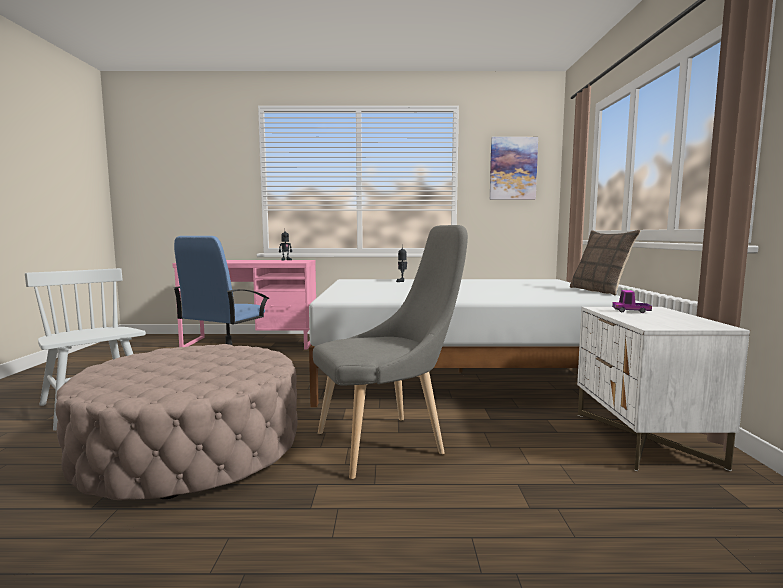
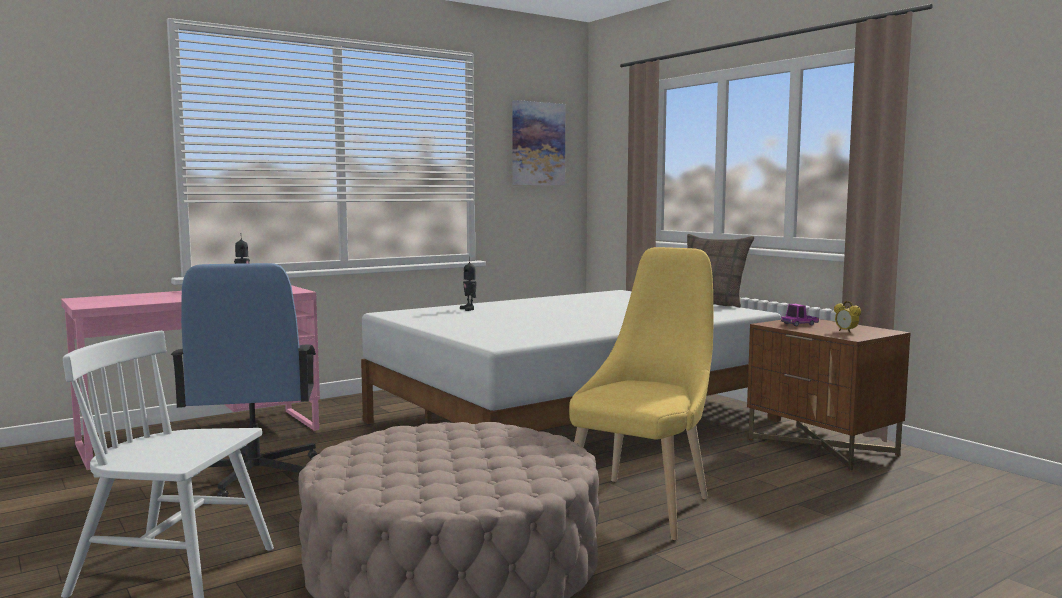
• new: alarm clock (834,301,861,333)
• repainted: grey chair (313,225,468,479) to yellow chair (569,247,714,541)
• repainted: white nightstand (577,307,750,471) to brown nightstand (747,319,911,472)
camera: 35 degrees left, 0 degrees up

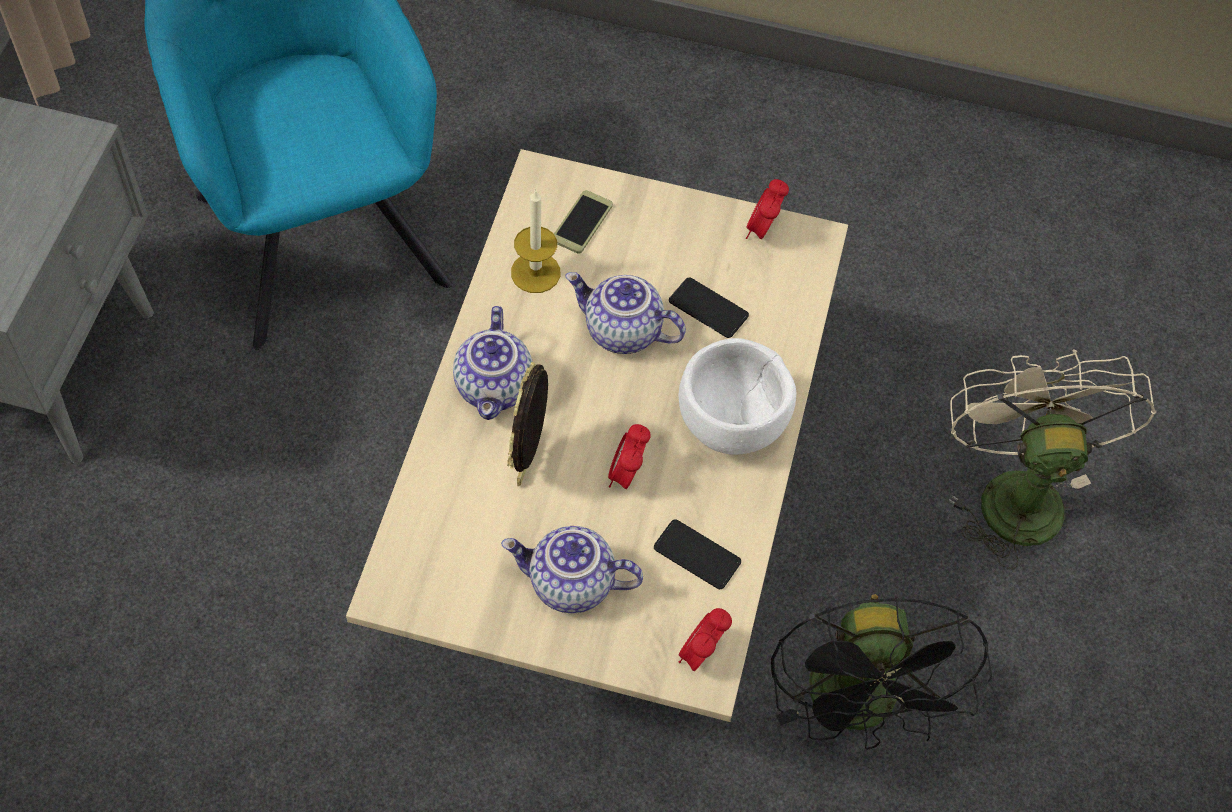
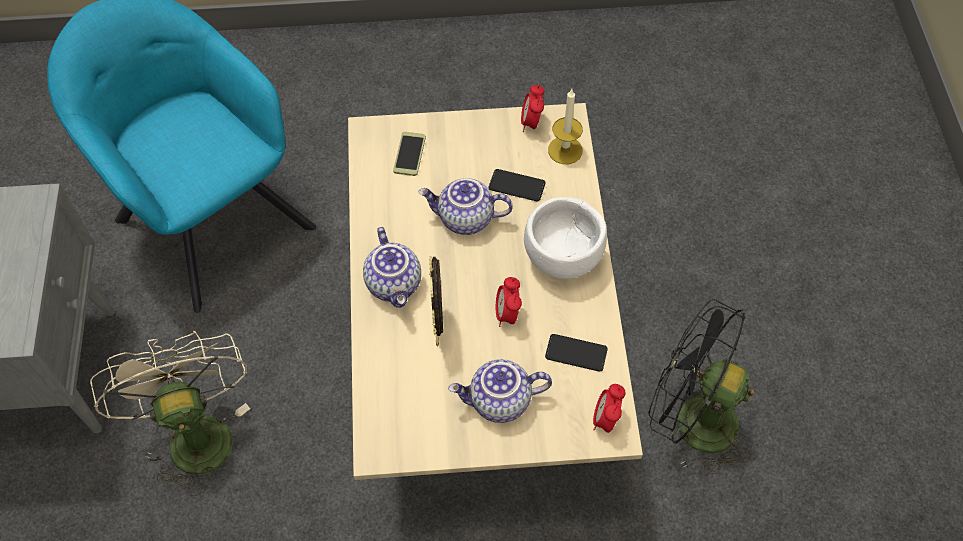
• shifted: candle (511,189,560,293) to (548,89,583,164)
• shifted: beige fan (949,349,1156,569) to (90,331,250,496)
• rotated: black fan (771,594,992,750) = (648,299,754,475) 135 degrees clockwise
camera: 15 degrees left, 0 degrees up

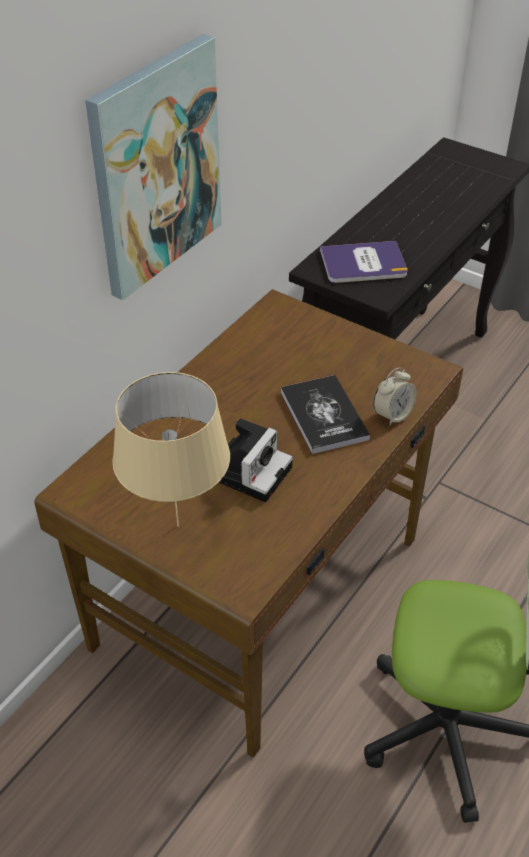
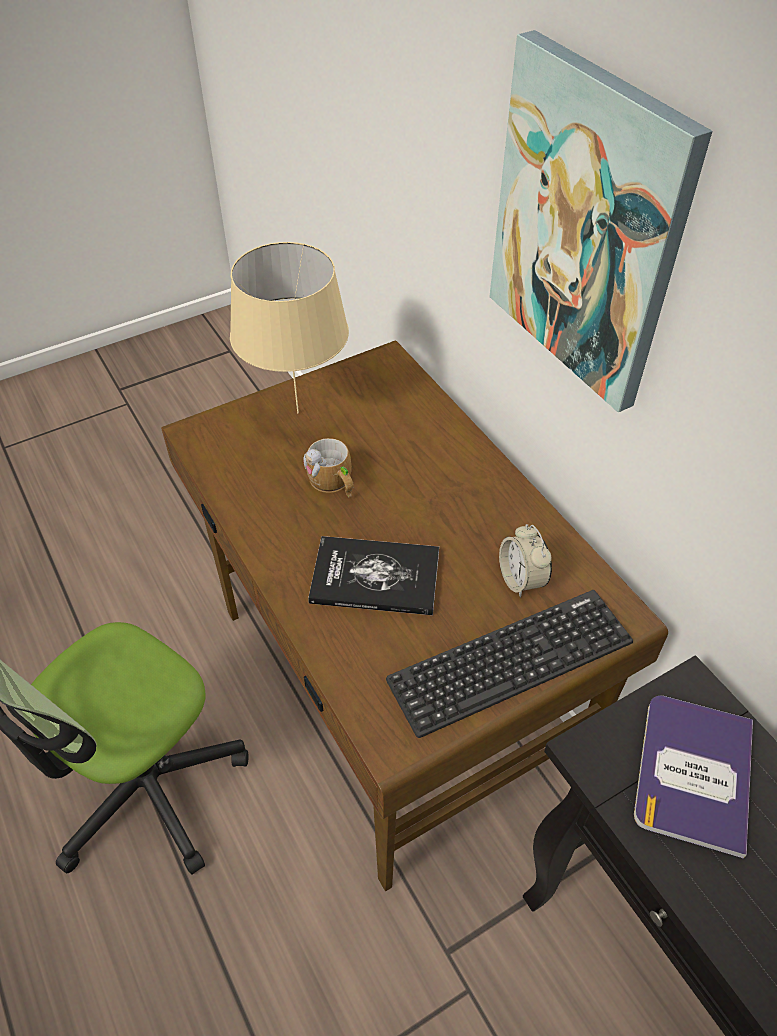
• new: keyboard (386,590,633,738)
• shifted: alarm clock (373,367,417,426) to (499,524,552,598)
• swapped: photo camera (219,418,293,502) to mug (304,438,354,497)
camera: 115 degrees right, 5 degrees up

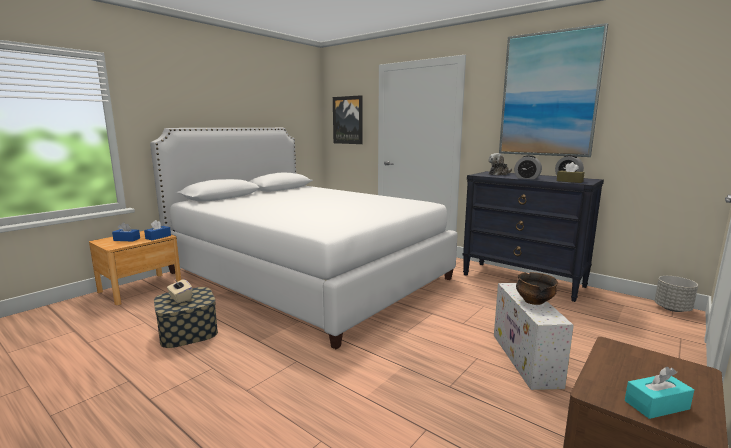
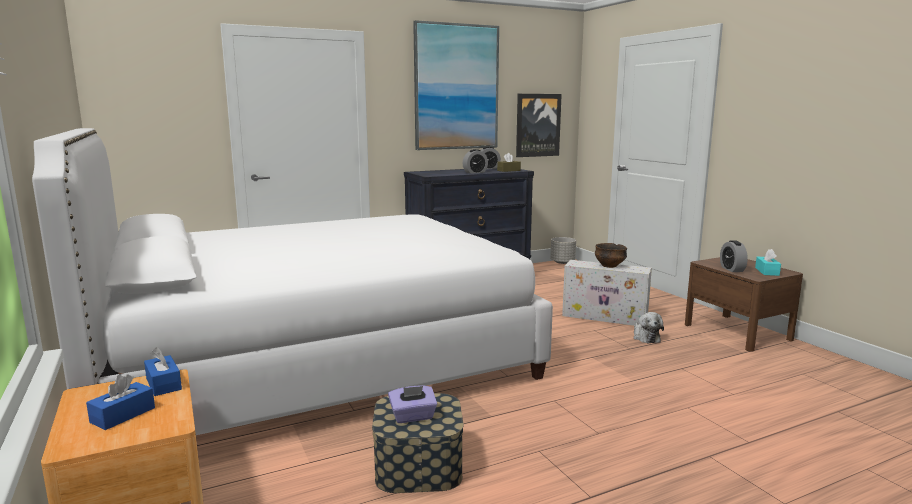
• new: alarm clock (720,240,748,272)
• shifted: picture (333,95,363,144) to (516,94,562,157)
• shifted: plush toy (488,153,512,175) to (633,312,664,343)
• repainted: beige tissue box (167,280,192,303) to purple tissue box (388,386,437,423)
camera: 65 degrees left, 0 degrees up

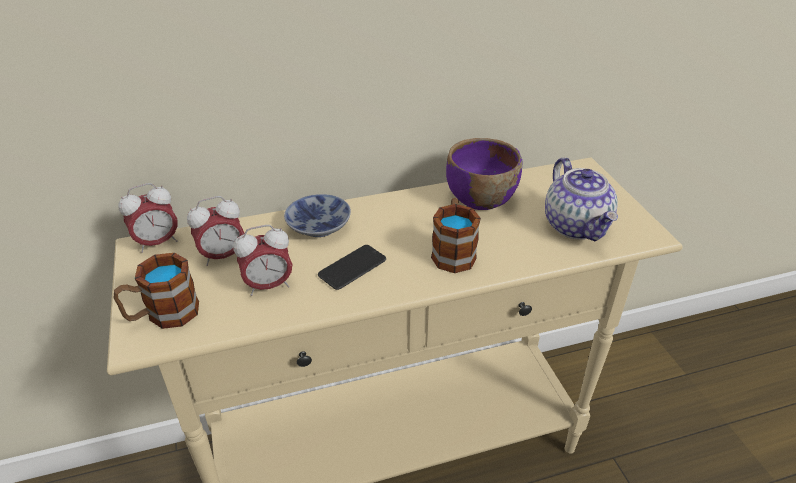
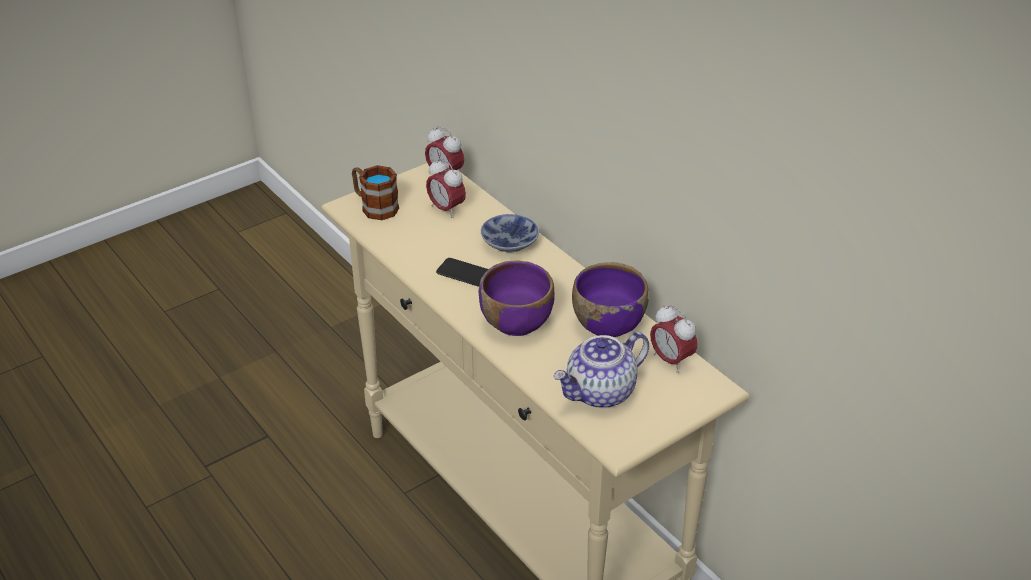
• shifted: alarm clock (233,225,292,296) to (650,305,697,373)
• swapped: mug (431,198,481,273) to purple bowl (479,260,555,336)
camera: 70 degrees right, 0 degrees up

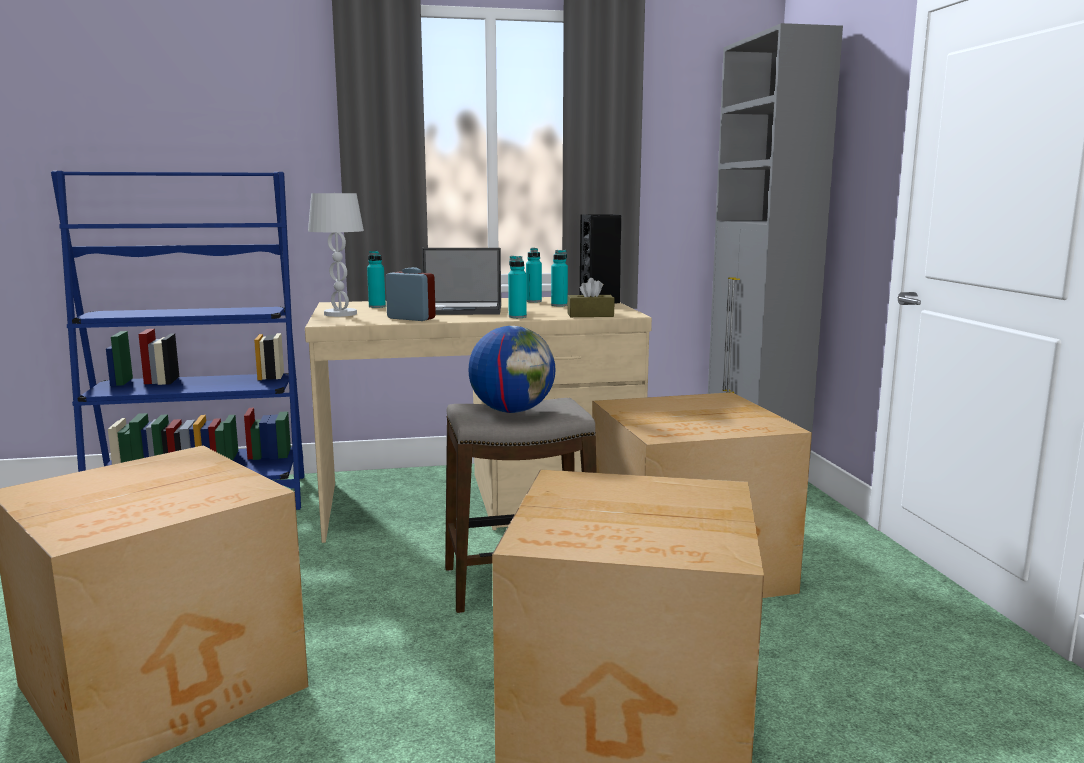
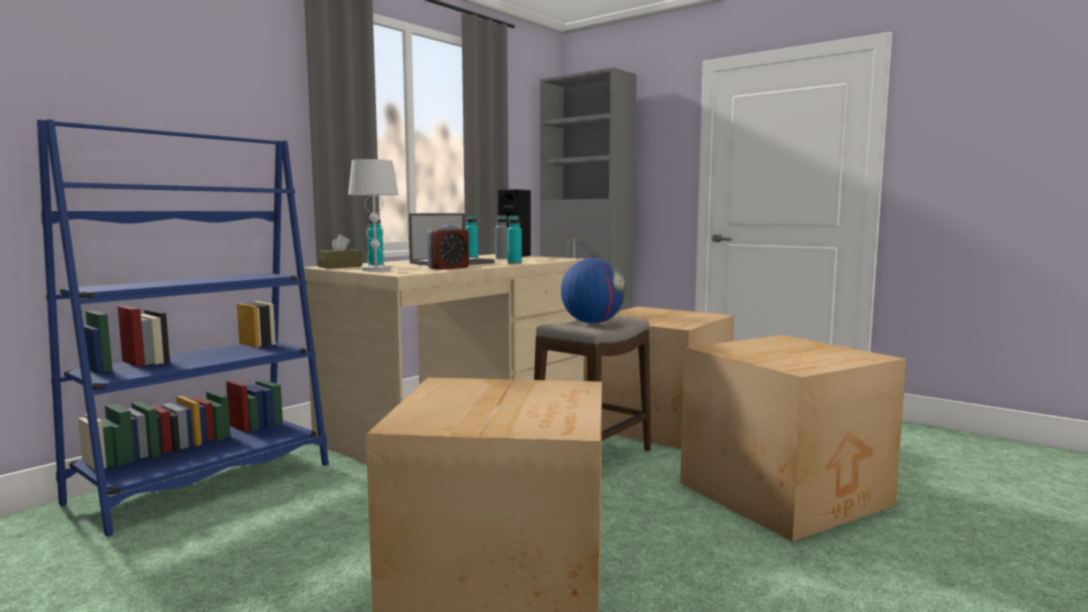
• shifted: brown tissue box (567,278,615,317) to (318,235,362,269)
• repainted: turquoise bottle (551,250,568,307) to grey bottle (495,215,508,259)
• rotated: alarm clock (385,267,436,321) = (427,225,469,270) 150 degrees clockwise
camera: 40 degrees left, 5 degrees down

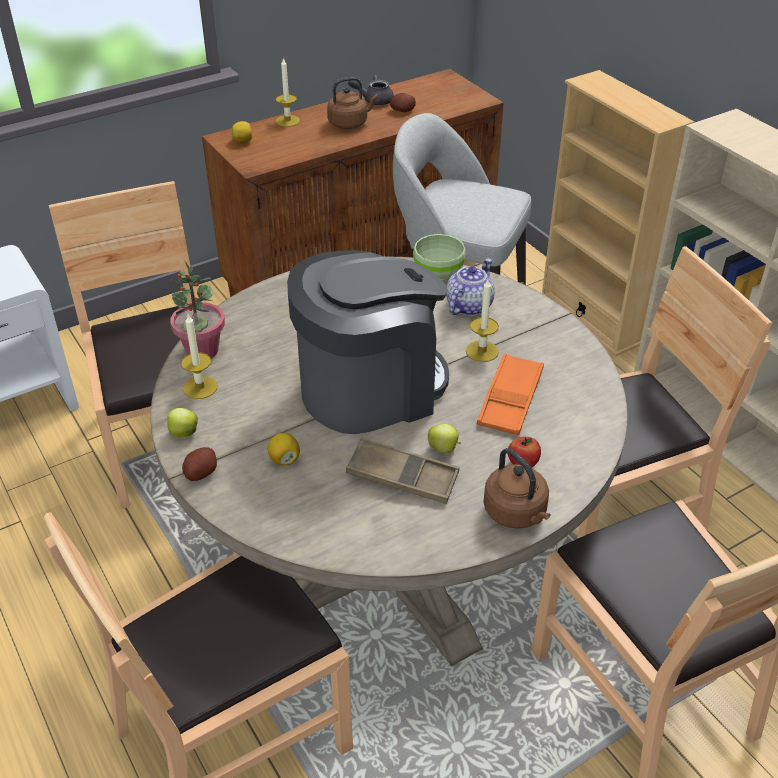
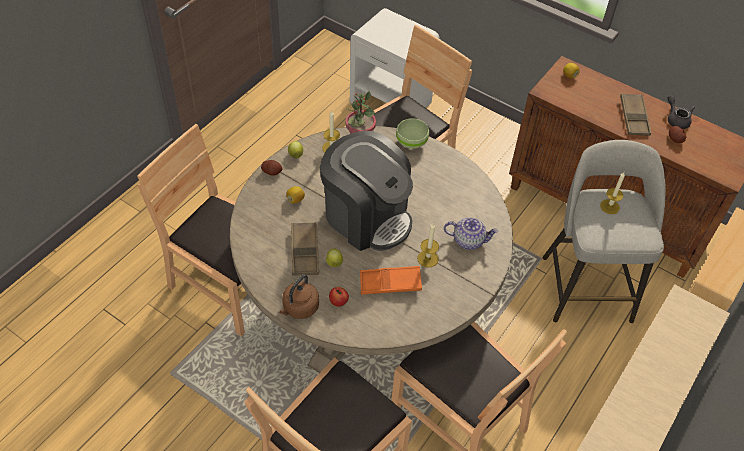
• shifted: candle (276,58,300,127) to (600,172,625,214)
• shifted: green bowl (413,234,466,280) to (396,118,429,149)
• swapped: brown kettle (327,77,378,129) to brown tray (620,93,651,136)
camera: 65 degrees right, 10 degrees up

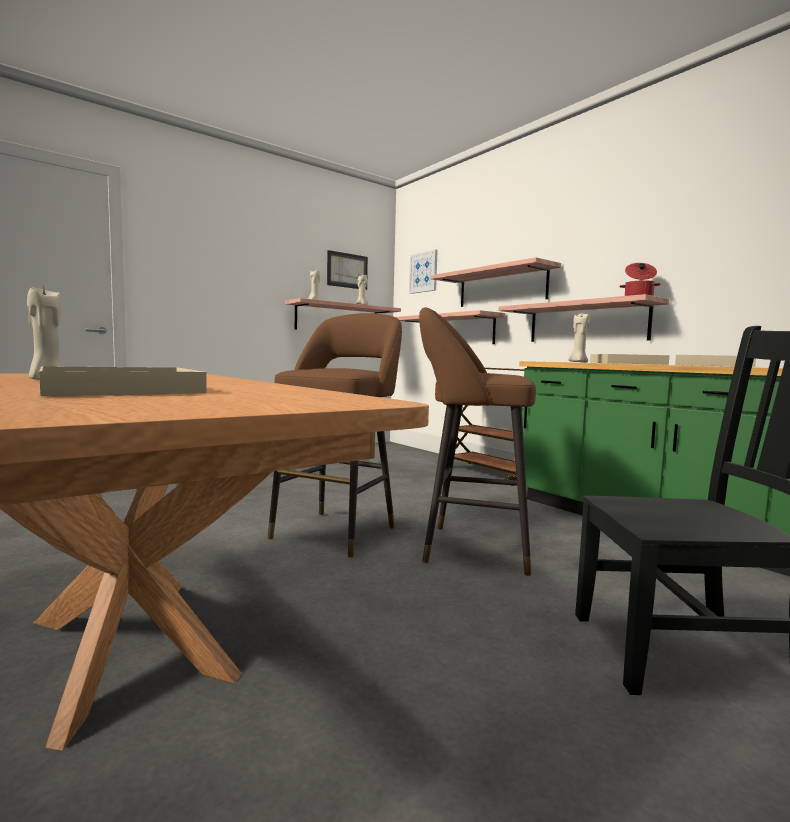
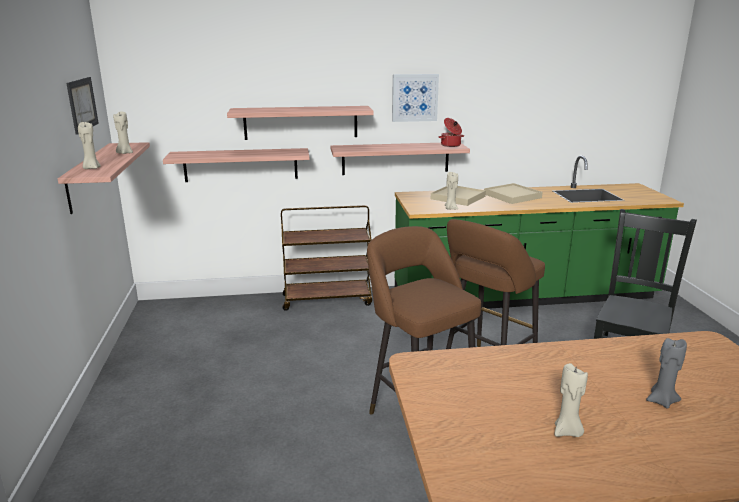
• shifted: picture (409,249,438,294) to (392,74,439,122)
• swapped: beige tray (39,366,207,396) to grey candle (646,338,687,409)
camera: 60 degrees left, 15 degrees up

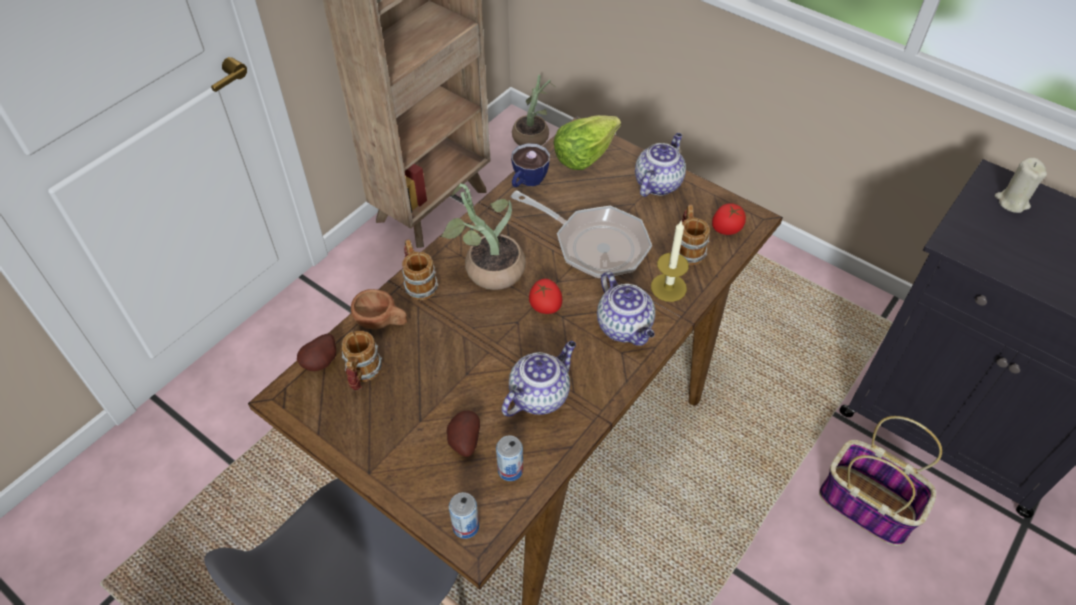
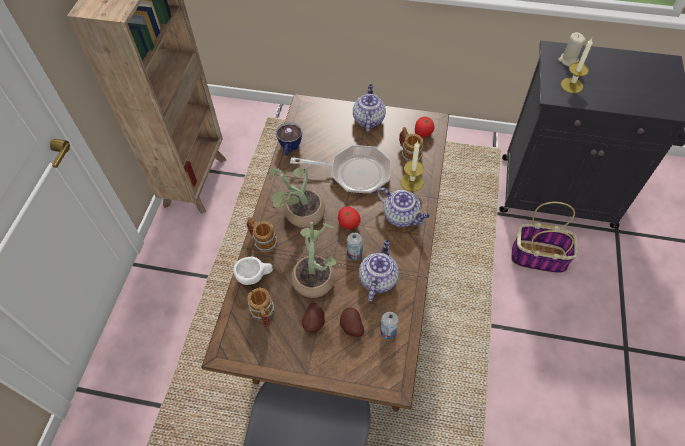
• gone: lettuce (553,115,621,170)
• new: candle (561,38,593,93)
• shifted: potato (297,334,336,371) to (302,303,325,333)
• shifted: can (449,492,479,539) to (347,233,363,260)
• shifted: potted plant (512,75,557,146) to (291,222,336,298)
• repainted: brown cup (351,289,407,330) to white cup (233,257,273,285)
camera: 25 degrees left, 5 degrees up

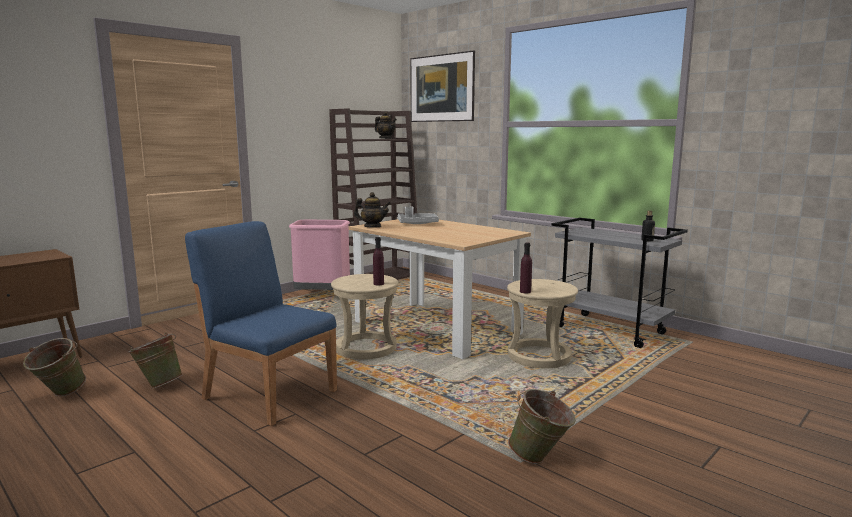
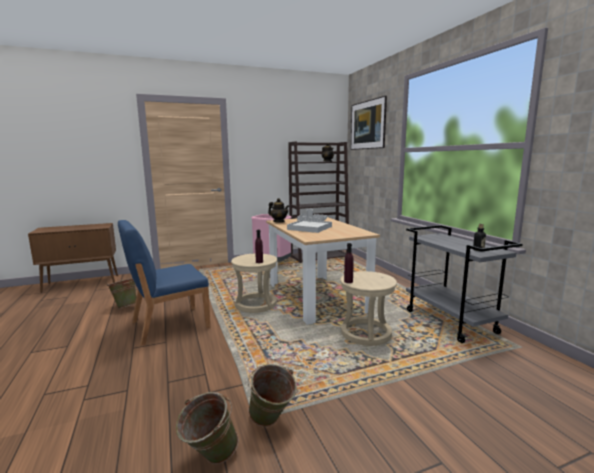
• new: white tray (287,219,332,233)
• shifted: green bucket (23,338,86,396) to (176,392,238,464)
• rotated: blue chair (185,221,337,426) = (118,220,210,346) 90 degrees counterclockwise
camera: 25 degrees right, 0 degrees up

